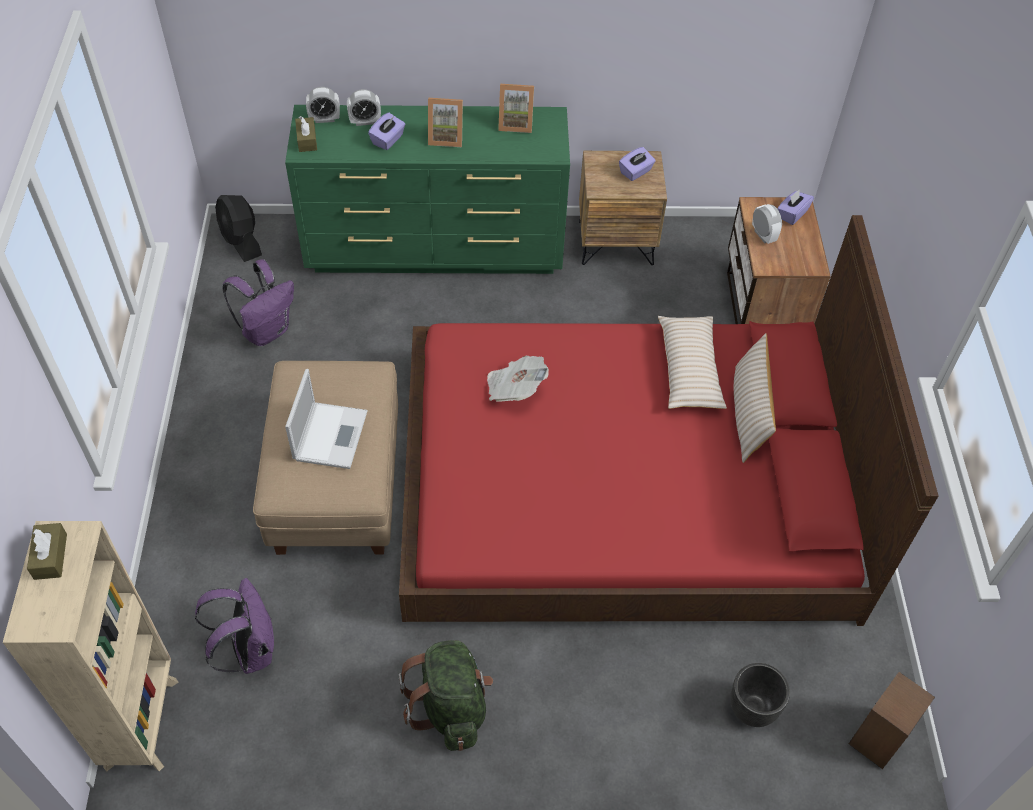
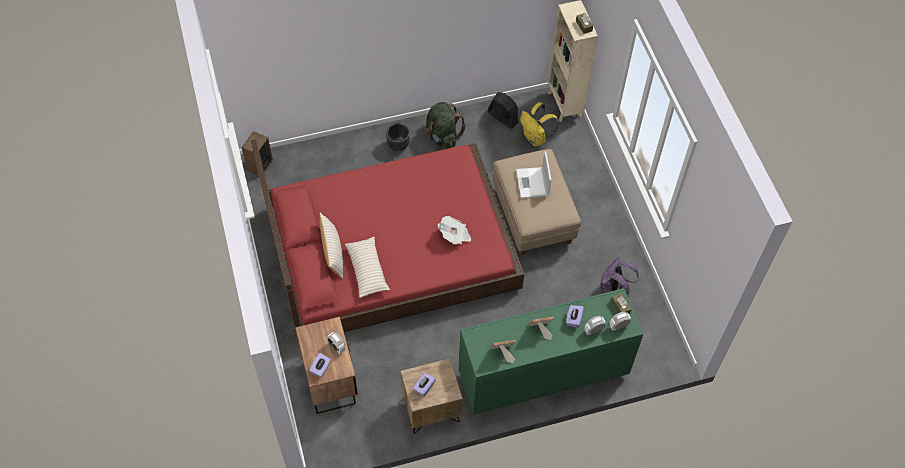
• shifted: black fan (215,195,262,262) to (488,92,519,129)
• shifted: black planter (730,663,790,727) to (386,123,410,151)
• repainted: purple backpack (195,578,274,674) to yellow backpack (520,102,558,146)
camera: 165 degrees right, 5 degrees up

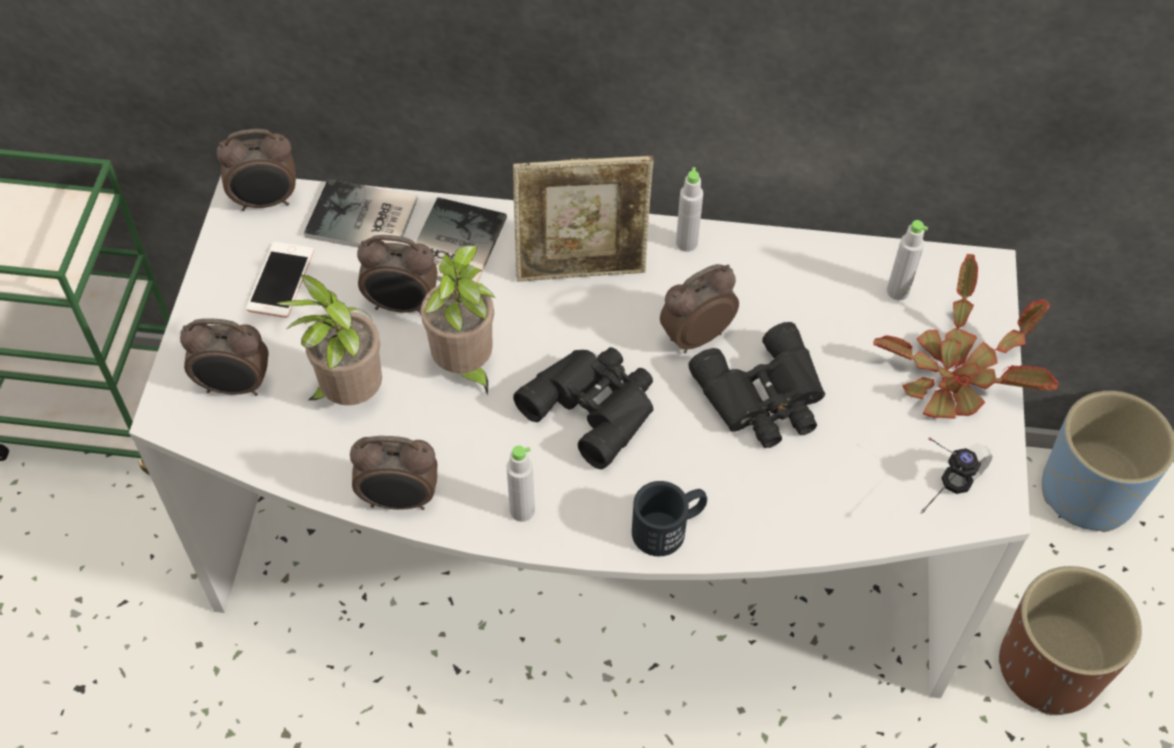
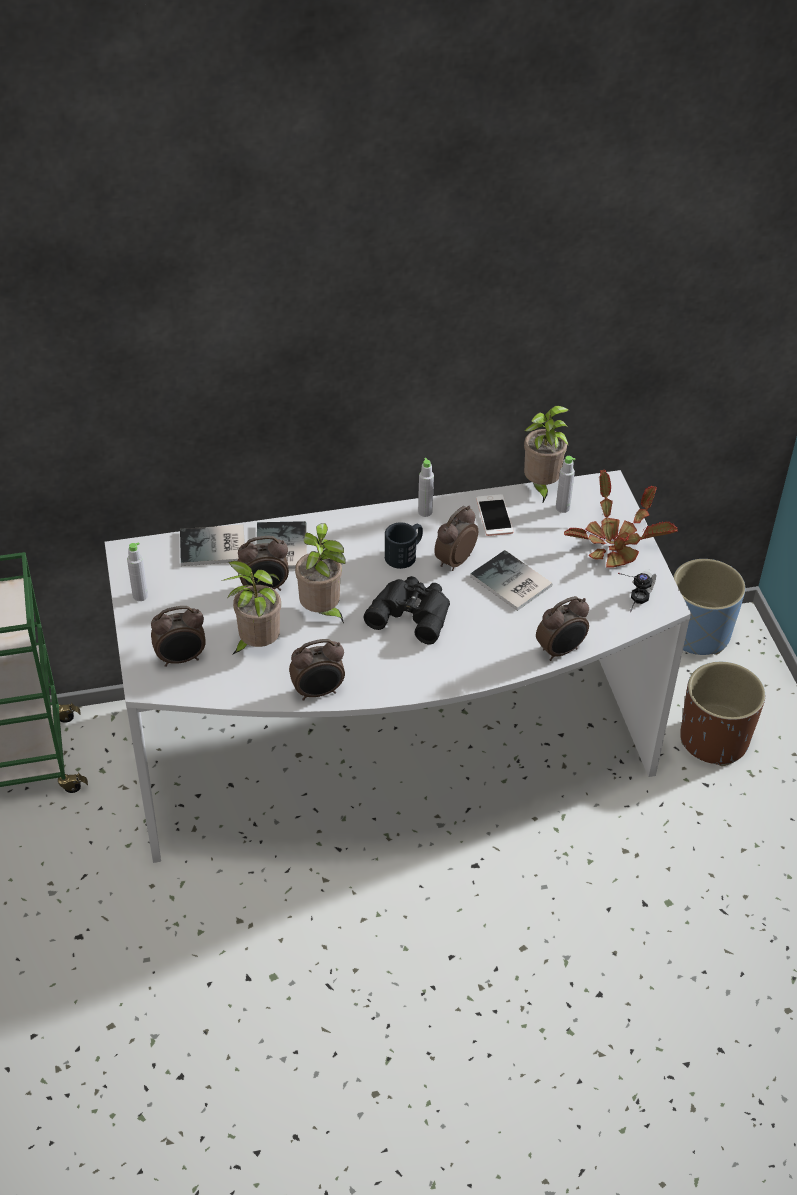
• gone: picture frame (513,156,654,282)
• new: potted plant (524,406,569,502)
• shifted: alarm clock (217,129,296,211) to (536,596,589,661)
• shifted: phone (246,242,314,318) to (476,494,514,536)
• shifted: grey bottle (506,446,535,522) to (127,542,148,601)
• shifted: black mug (632,481,707,556) to (385,522,423,569)
• swapped: black binoculars (688,322,825,448) to book (470,550,552,611)
camera: 20 degrees left, 10 degrees down

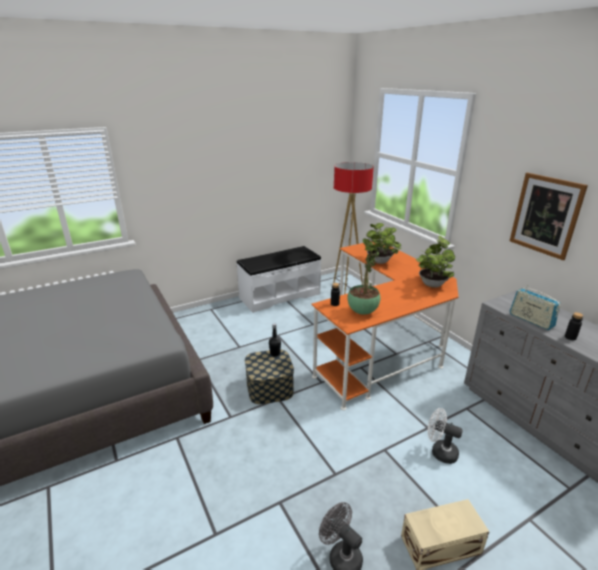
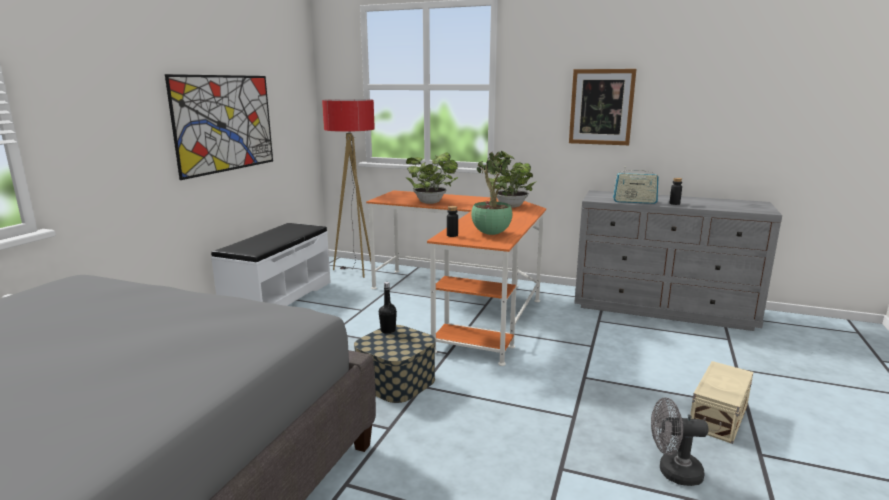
• gone: white fan (428,408,463,464)
• new: picture (165,74,273,180)
camera: 40 degrees left, 10 degrees down

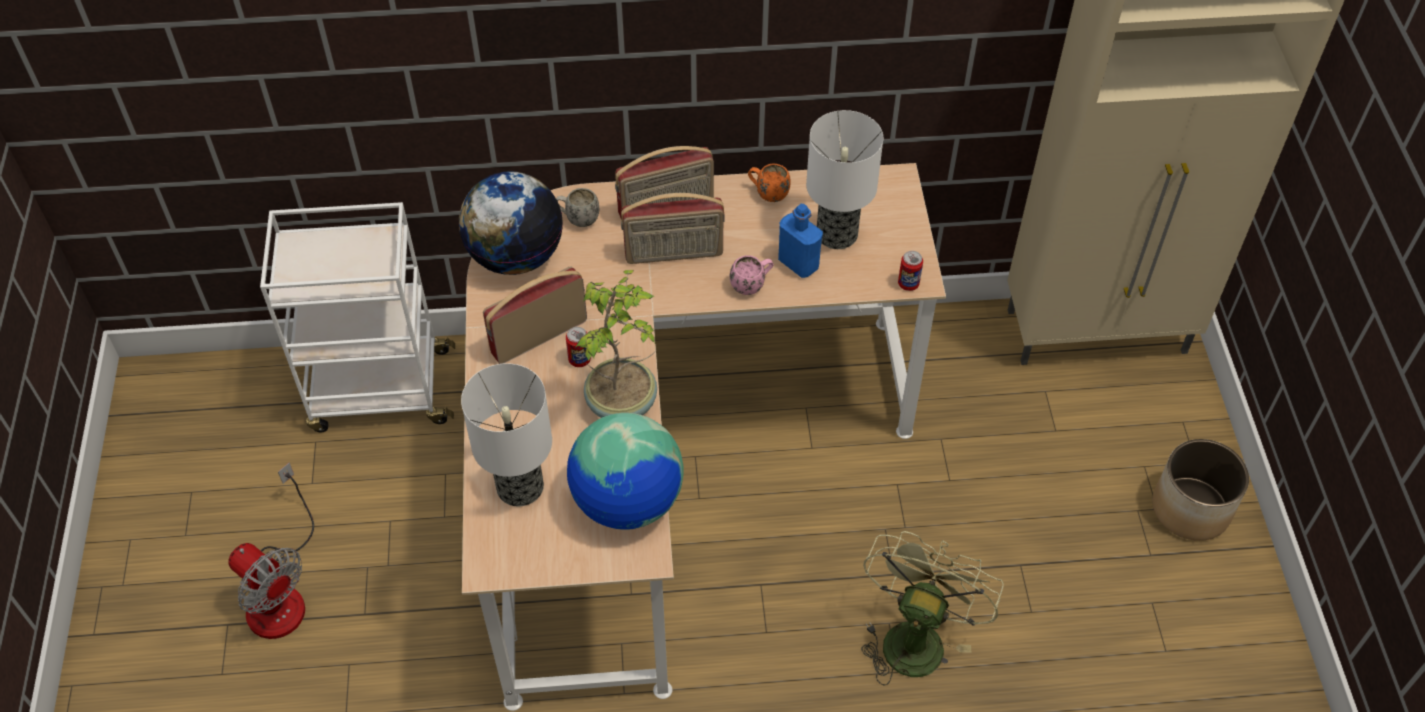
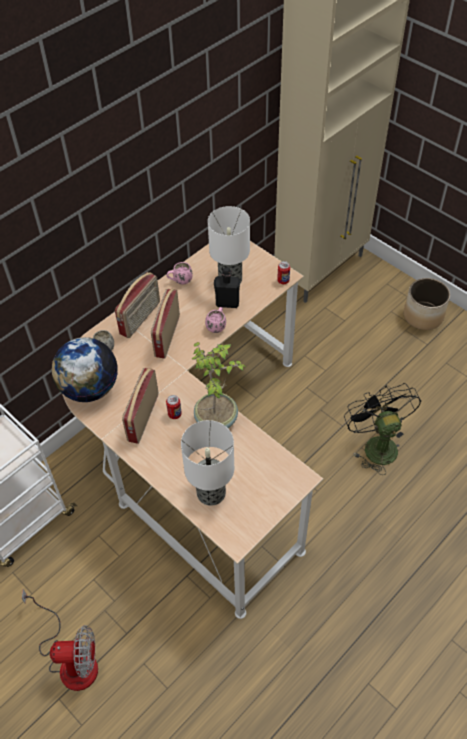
• gone: globe (567,413,684,530)
• repainted: orange mug (748,164,791,202) to pink mug (166,262,193,285)
• repainted: blue bottle (778,204,823,278) to black bottle (214,268,240,308)
• repainted: green fan (861,531,1004,686) to black fan (344,383,421,475)
• rotated: radio (621,193,725,264) = (151,289,180,359) 150 degrees clockwise
camera: 40 degrees left, 0 degrees up

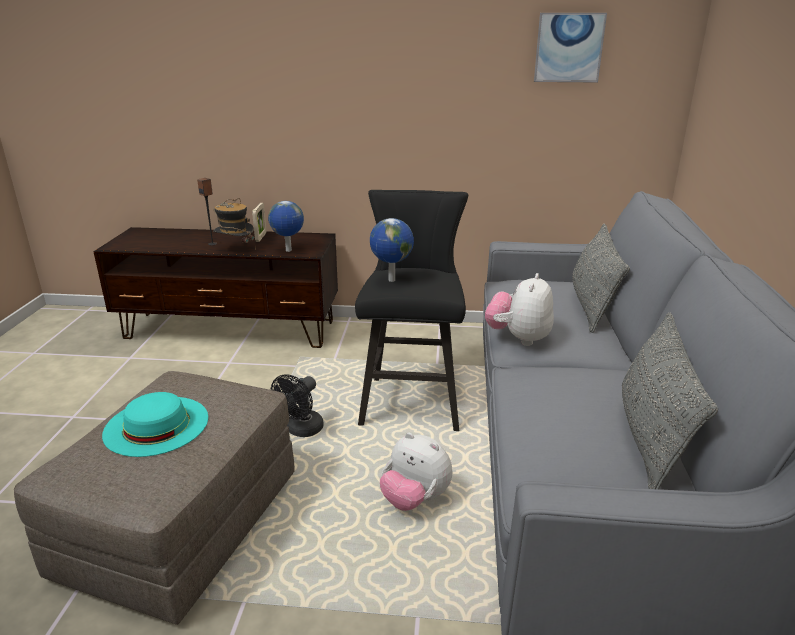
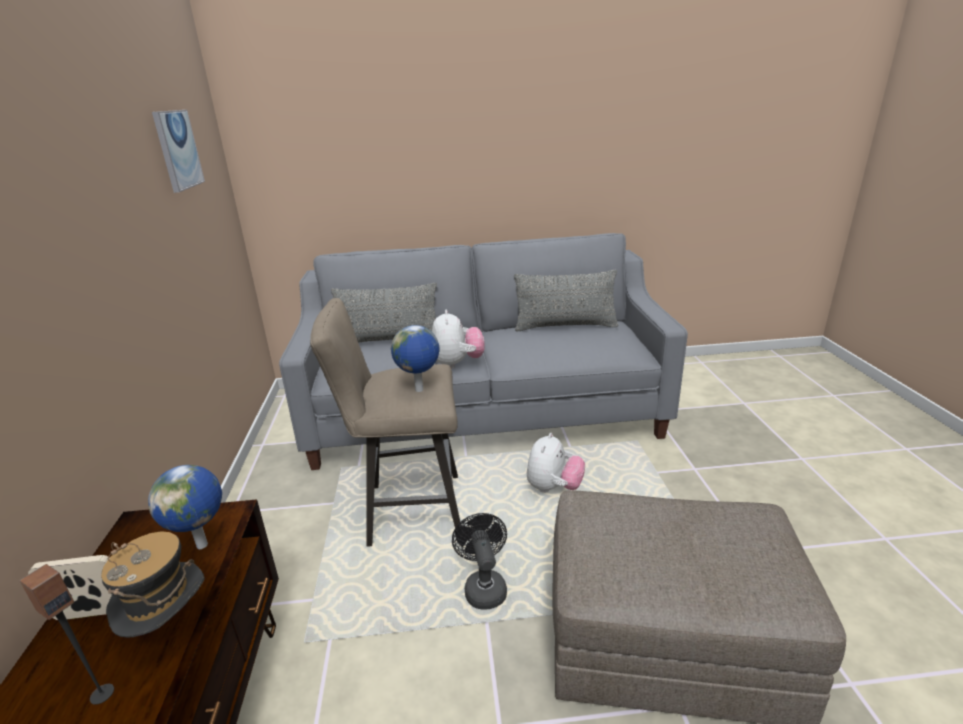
• gone: turquoise hat (102,392,208,457)
• repainted: black stool (355,190,468,431) to beige stool (310,298,460,547)
• rotated: black fan (270,374,324,437) = (452,513,507,610) 120 degrees counterclockwise
• rotated: plush toy (485,273,554,346) = (432,309,485,369) 105 degrees counterclockwise
camera: 100 degrees left, 0 degrees up

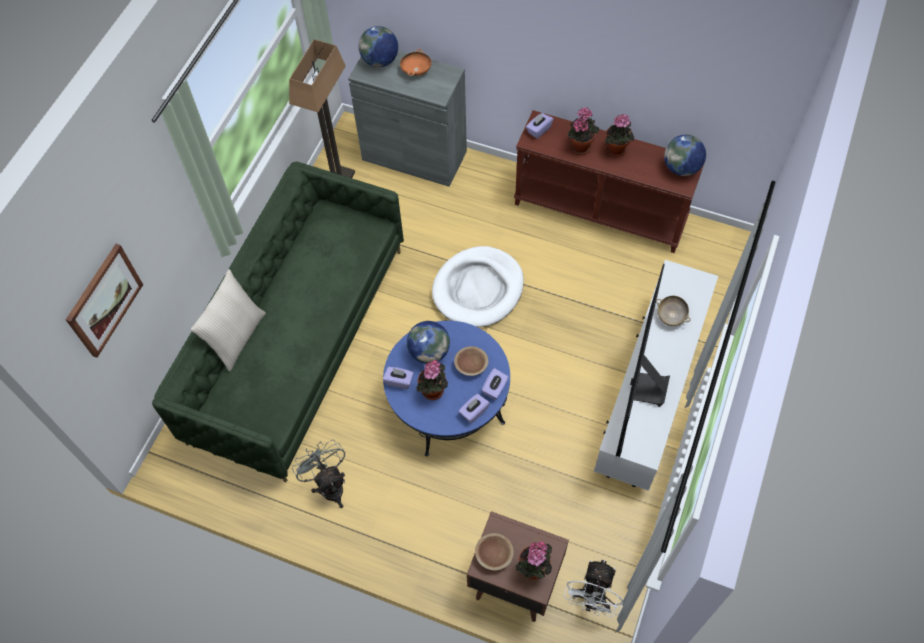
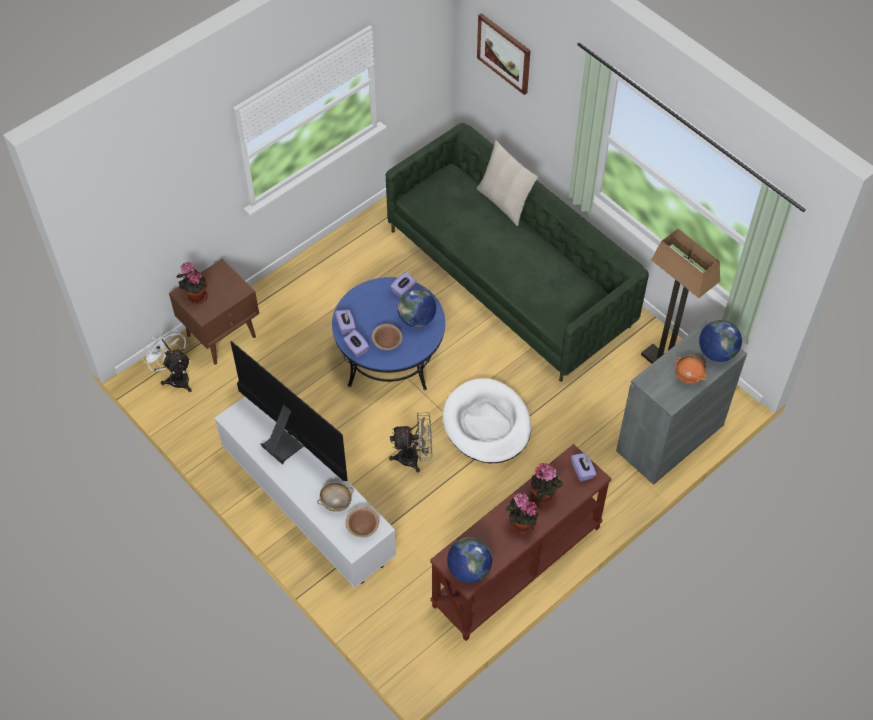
• gone: potted plant (416,360,448,400)
• shifted: grey fan (292,439,345,508) to (389,412,432,472)
• shifted: brown bowl (475,533,514,570) to (345,506,379,538)
camera: 115 degrees right, 5 degrees down

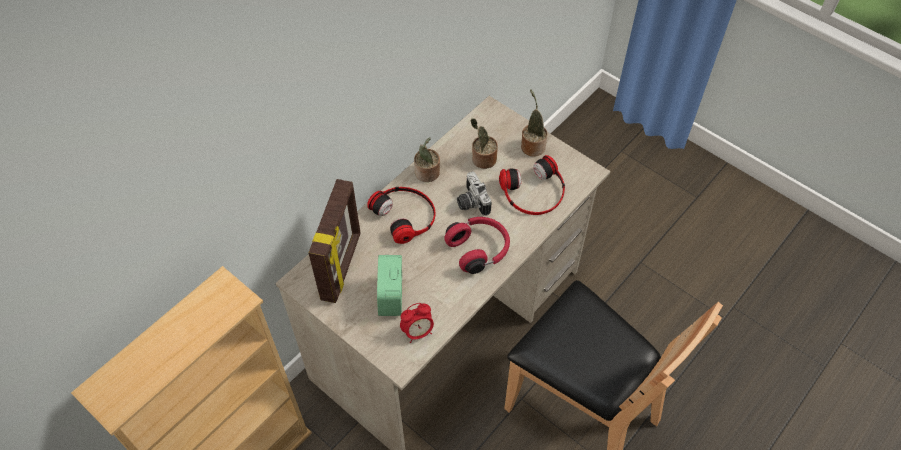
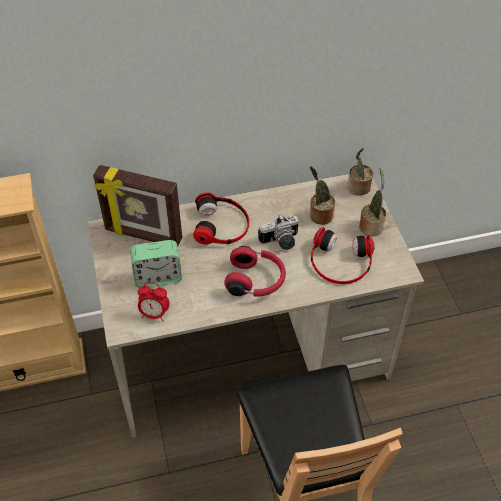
• shifted: potted plant (414,137,440,182) to (347,148,373,196)
• rotated: picture frame (308,179,361,303) = (93,165,182,246) 60 degrees clockwise
• rotated: alarm clock (377,255,402,316) = (130,240,182,288) 135 degrees counterclockwise
• rotated: photo camera (457,171,491,216) = (258,215,299,250) 120 degrees counterclockwise
camera: 35 degrees right, 5 degrees down

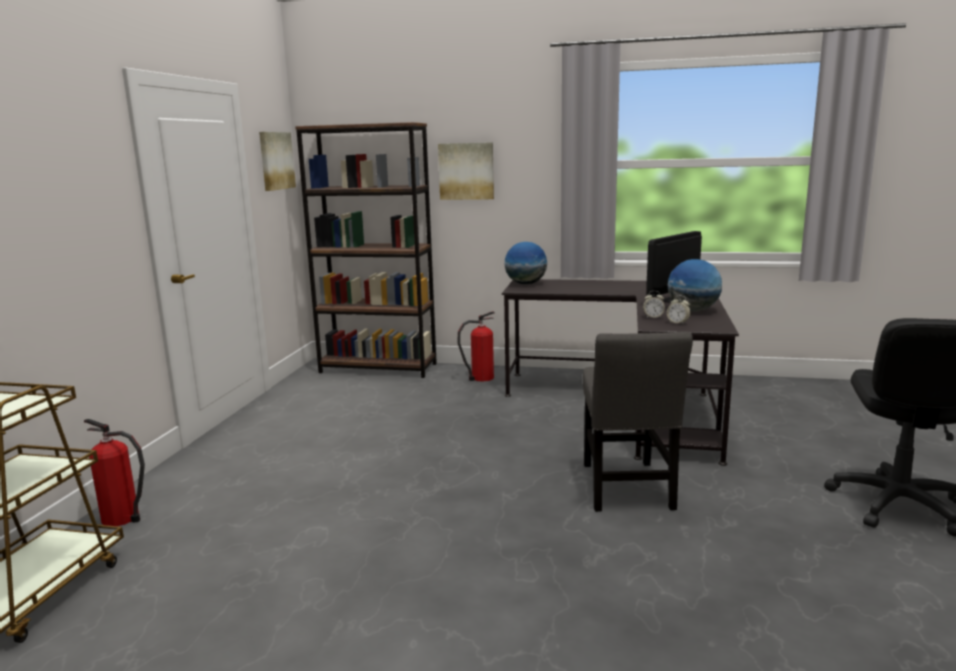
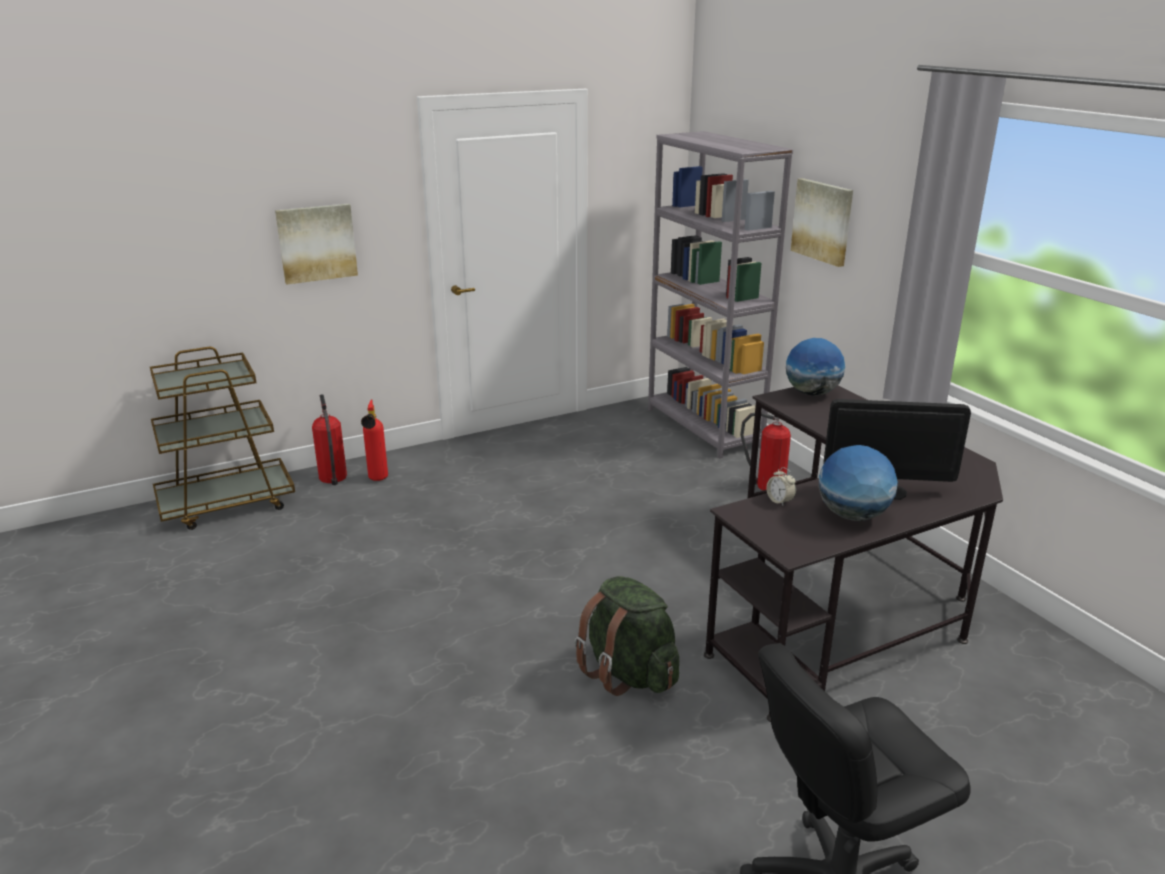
• gone: alarm clock (667,296,691,325)
• new: fire extinguisher (361,399,388,481)
• shifted: picture (259,132,296,191) to (275,203,358,284)
• swapped: grey chair (583,331,693,512) to green backpack (575,576,679,696)
• repainted: brown bookcase (295,122,437,378) to grey bookcase (648,131,793,459)
camera: 50 degrees right, 10 degrees up

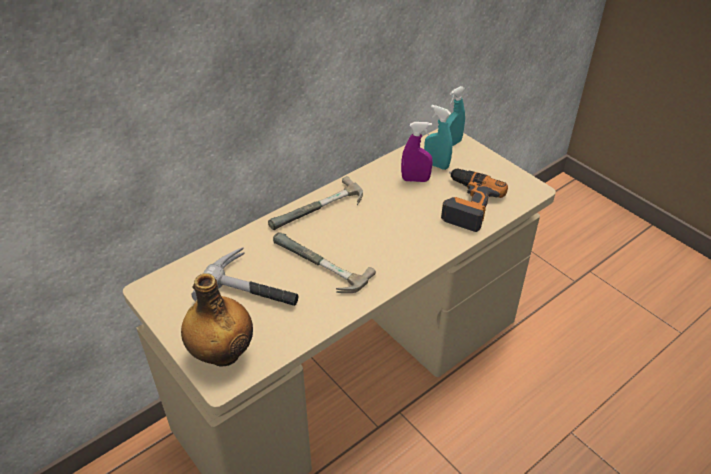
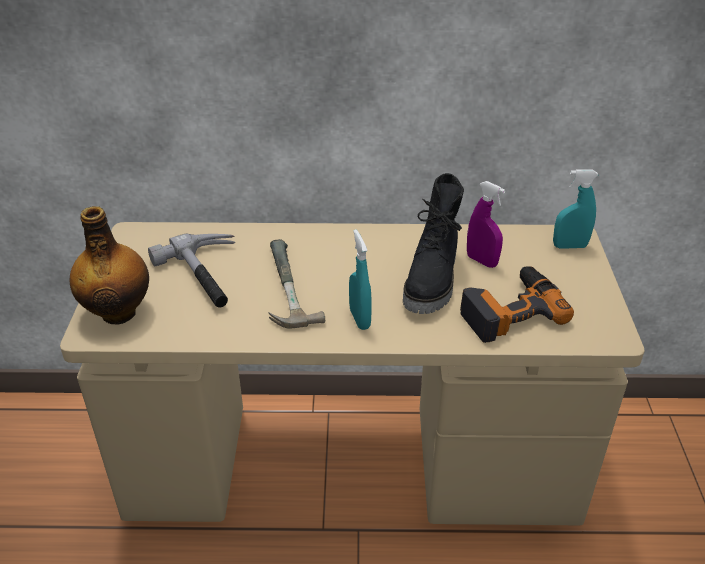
• gone: hammer (268,176,363,230)
• new: black boot (403,173,464,314)
• shifted: turquoise spray bottle (424,105,452,170) to (349,229,372,330)
camera: 40 degrees right, 5 degrees down

